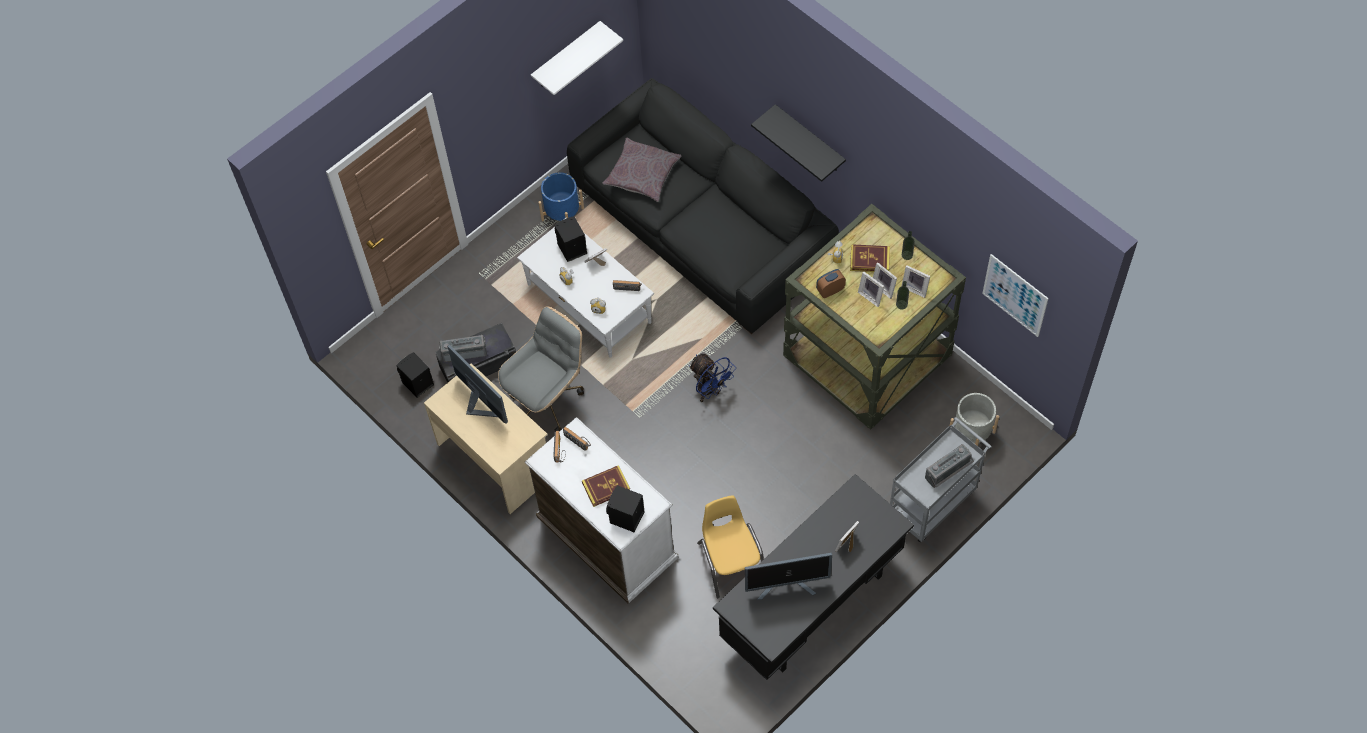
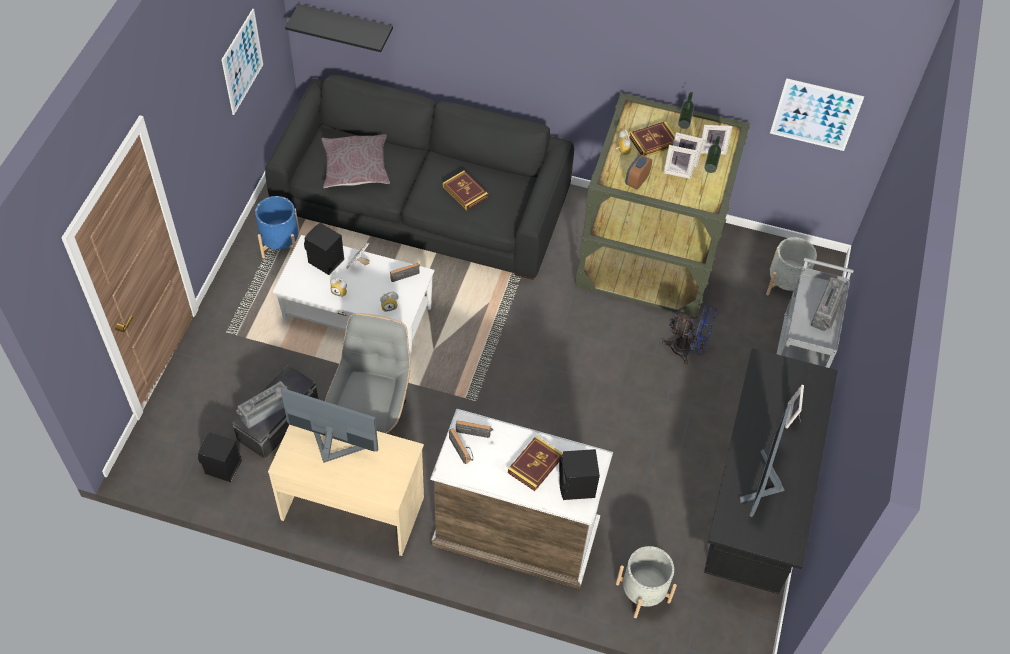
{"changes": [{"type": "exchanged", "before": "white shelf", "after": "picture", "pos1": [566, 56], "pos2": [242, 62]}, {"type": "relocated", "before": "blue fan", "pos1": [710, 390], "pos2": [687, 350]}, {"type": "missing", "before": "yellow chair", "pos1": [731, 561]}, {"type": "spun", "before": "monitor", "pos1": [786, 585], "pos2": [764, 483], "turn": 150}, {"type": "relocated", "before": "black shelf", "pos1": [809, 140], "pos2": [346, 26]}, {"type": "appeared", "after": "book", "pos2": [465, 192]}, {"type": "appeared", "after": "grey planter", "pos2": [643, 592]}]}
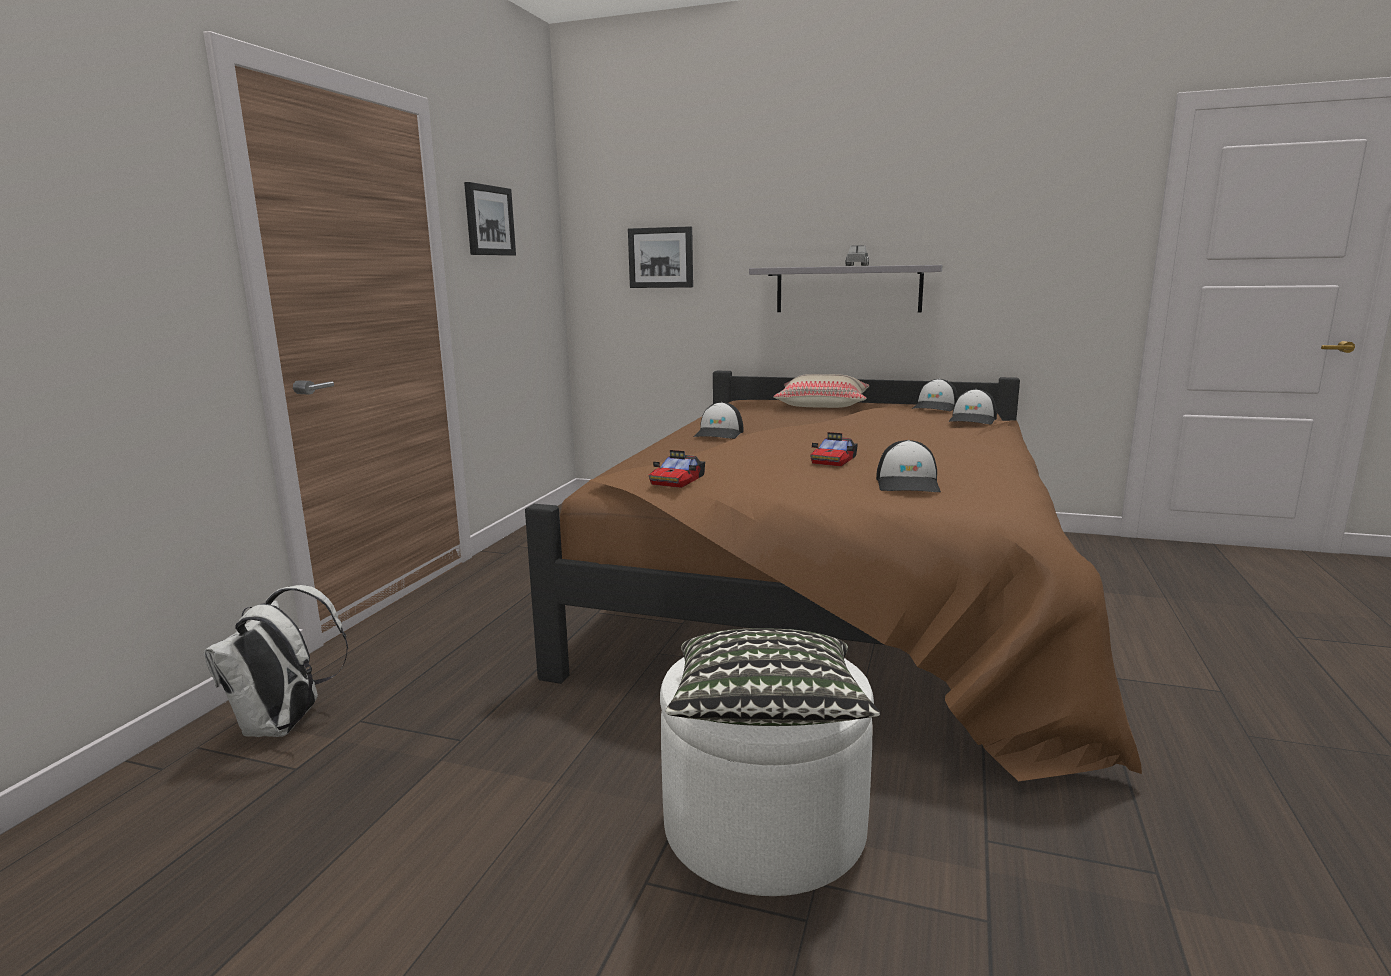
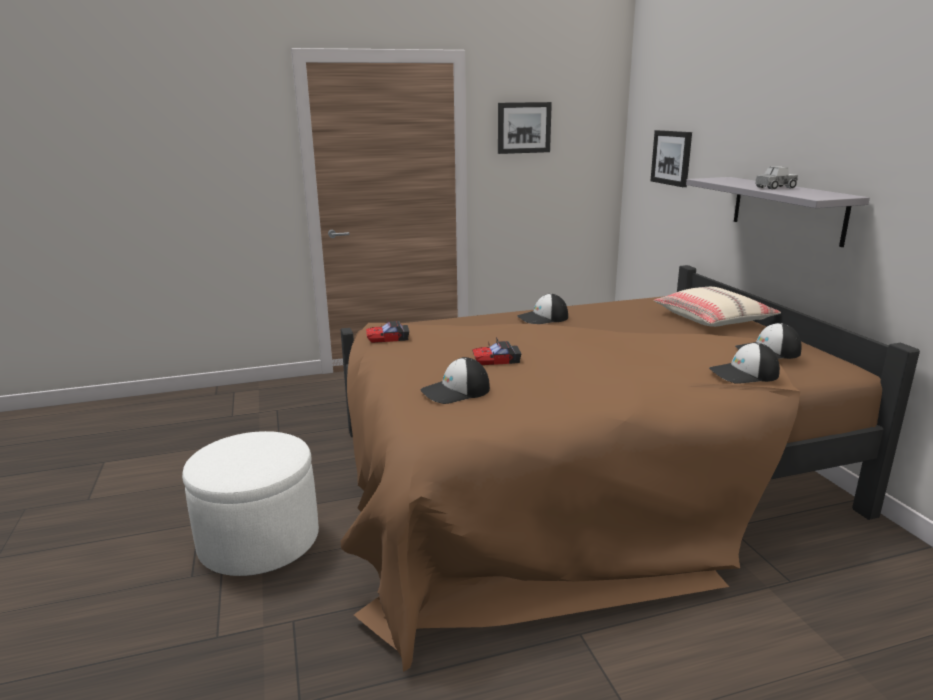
{"changes": [{"type": "missing", "before": "white backpack", "pos1": [285, 726]}, {"type": "missing", "before": "pillow", "pos1": [766, 713]}]}
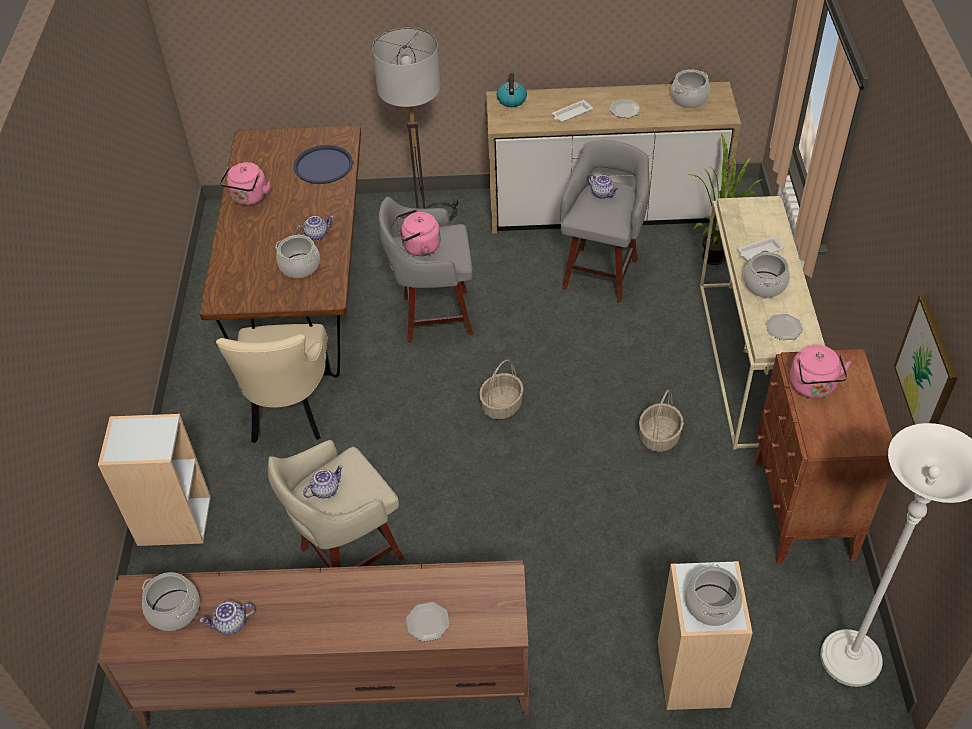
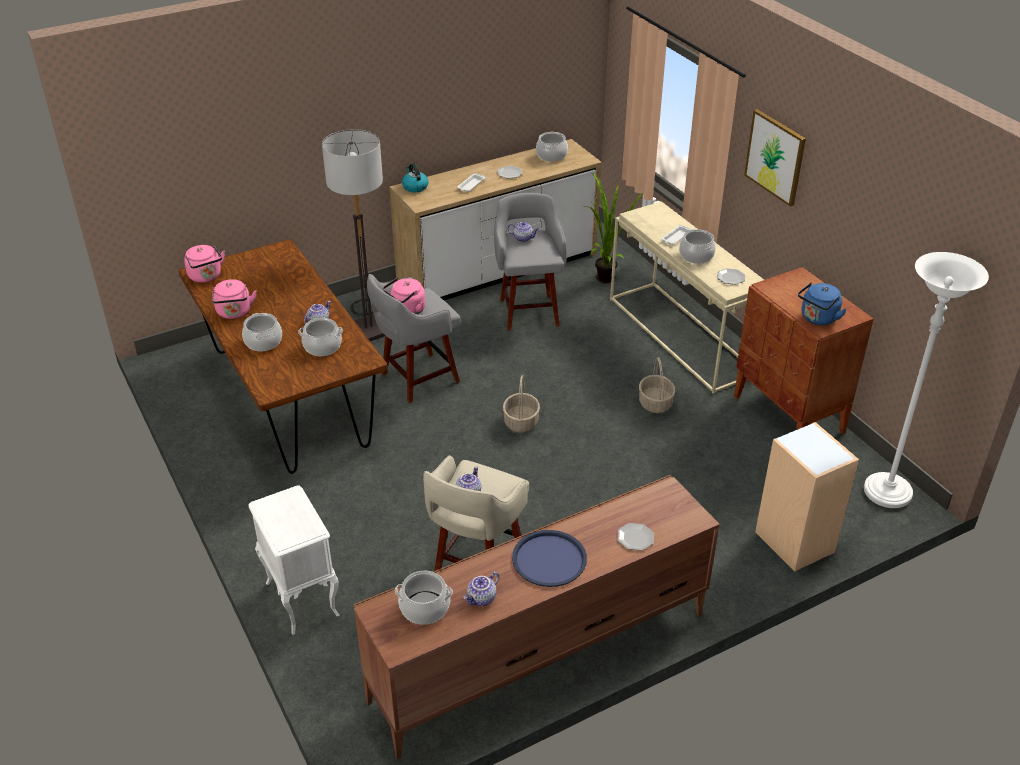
{"changes": [{"type": "exchanged", "before": "bookcase", "after": "white nightstand", "pos1": [173, 520], "pos2": [301, 599]}, {"type": "missing", "before": "beige chair", "pos1": [289, 405]}, {"type": "relocated", "before": "blue tray", "pos1": [323, 165], "pos2": [549, 559]}, {"type": "relocated", "before": "cooking pot", "pos1": [712, 605], "pos2": [264, 342]}, {"type": "relocated", "before": "pink kettle", "pos1": [813, 387], "pos2": [206, 277]}, {"type": "relocated", "before": "picture", "pos1": [927, 371], "pos2": [775, 157]}, {"type": "appeared", "after": "blue kettle", "pos2": [817, 319]}]}
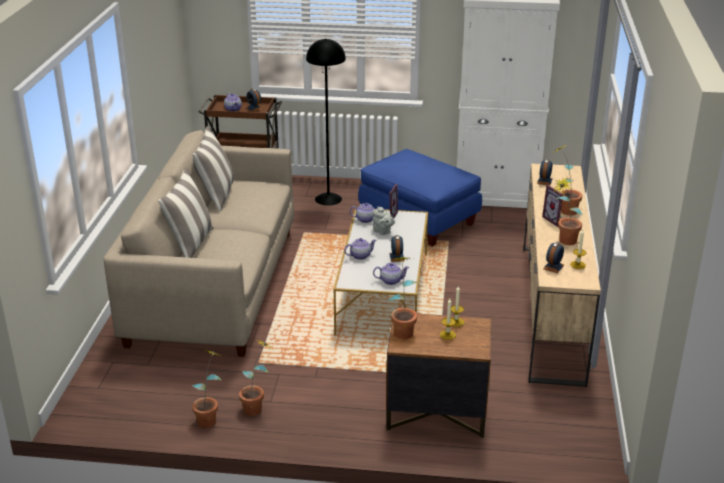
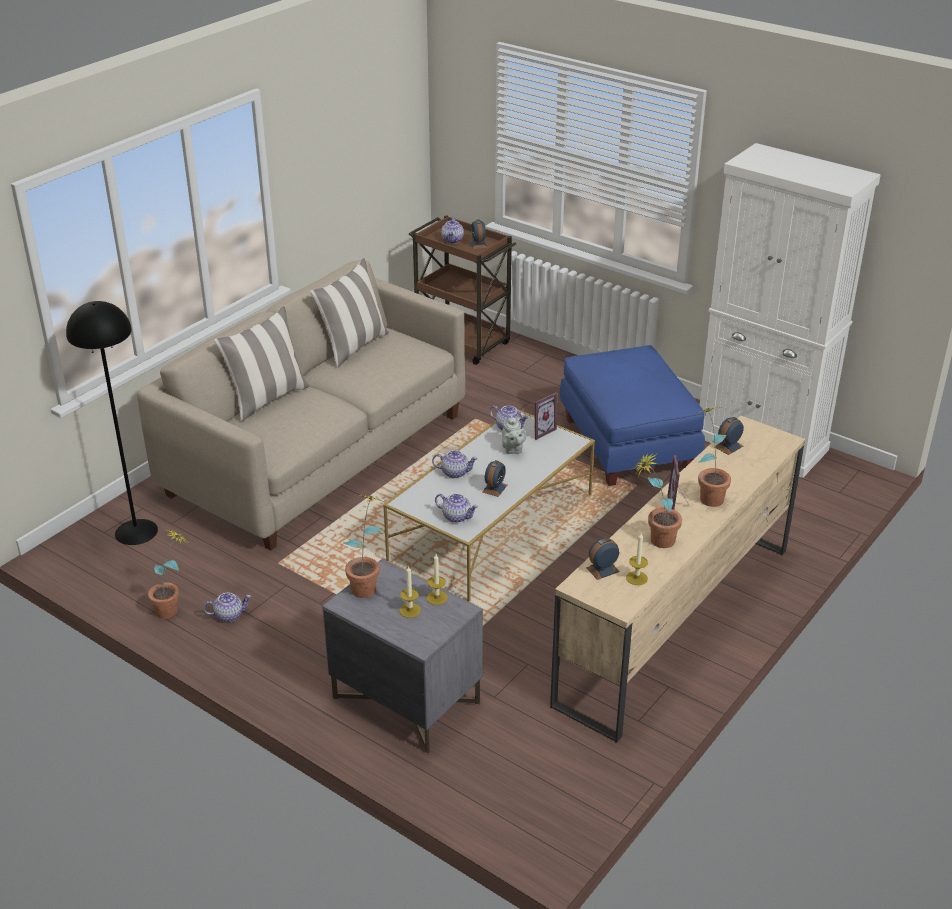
{"changes": [{"type": "exchanged", "before": "potted plant", "after": "teapot", "pos1": [257, 407], "pos2": [229, 615]}, {"type": "relocated", "before": "black floor lamp", "pos1": [328, 199], "pos2": [136, 531]}, {"type": "colour", "before": "brown nightstand", "after": "grey nightstand", "pos1": [435, 413], "pos2": [405, 700]}]}
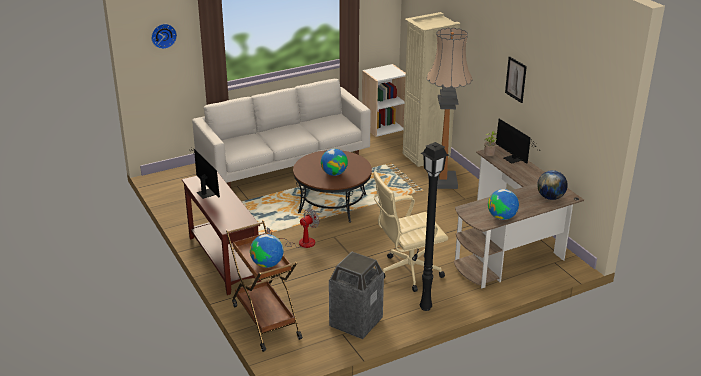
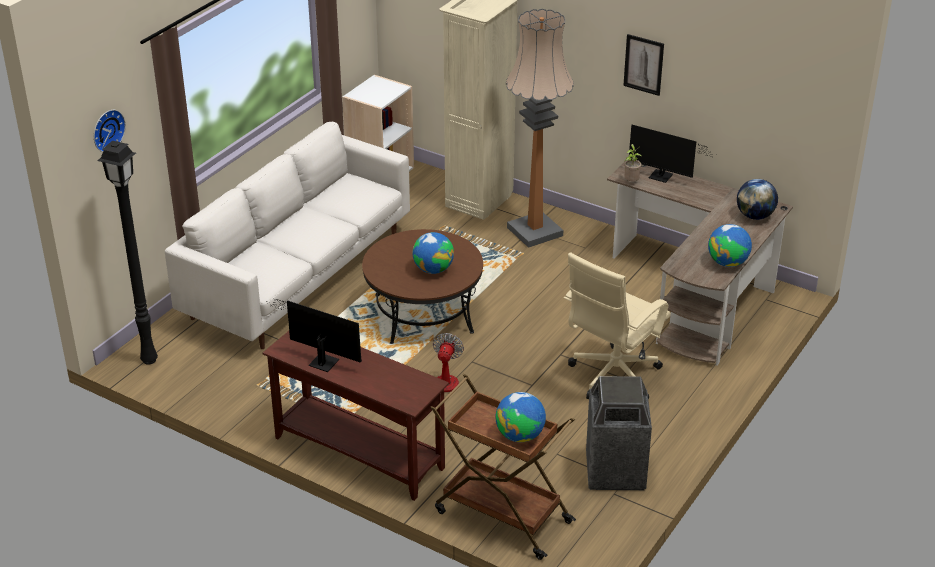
{"changes": [{"type": "relocated", "before": "black floor lamp", "pos1": [424, 307], "pos2": [148, 360]}]}
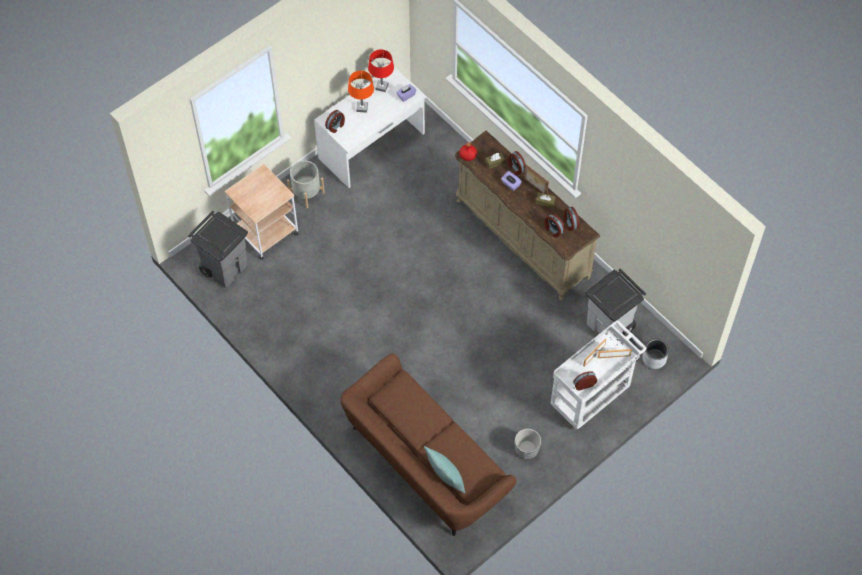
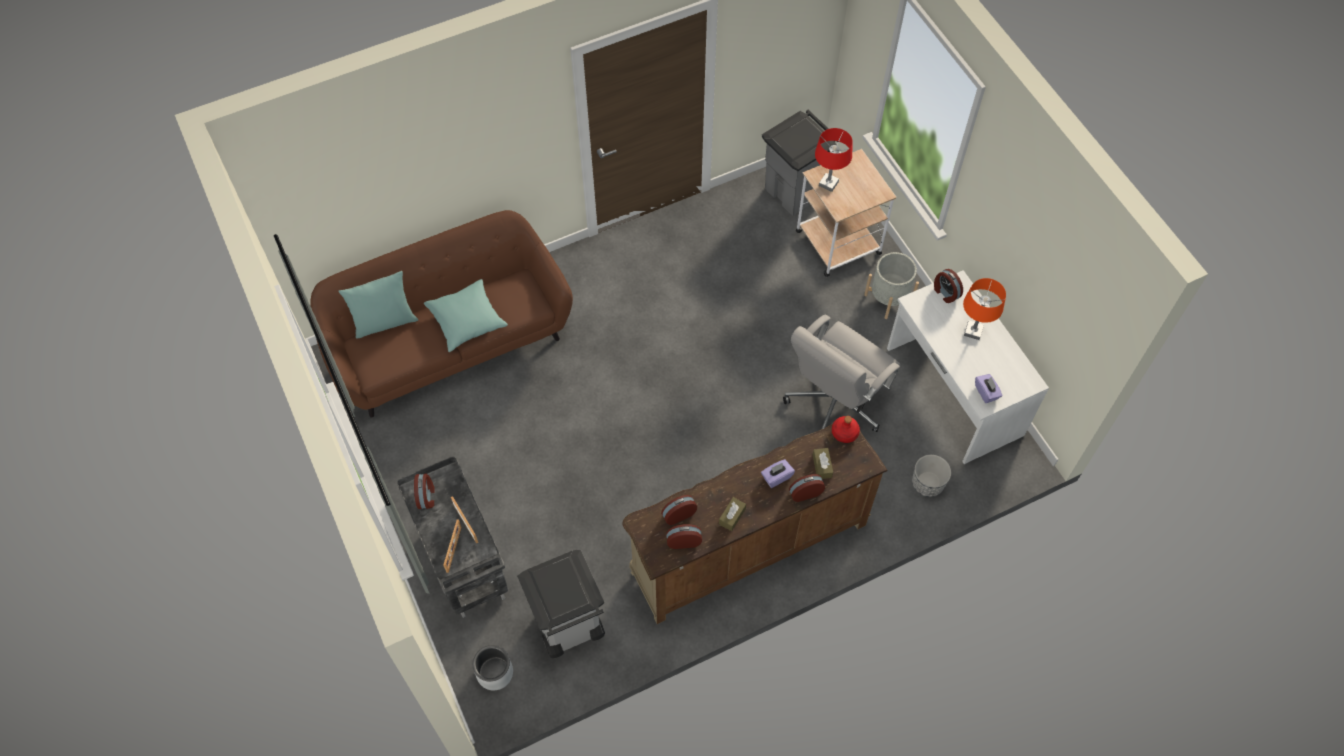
{"changes": [{"type": "relocated", "before": "red table lamp", "pos1": [381, 87], "pos2": [828, 183]}, {"type": "relocated", "before": "planter", "pos1": [526, 449], "pos2": [927, 483]}, {"type": "missing", "before": "picture frame", "pos1": [535, 187]}, {"type": "colour", "before": "white cart", "after": "black cart", "pos1": [592, 396], "pos2": [466, 568]}, {"type": "appeared", "after": "turquoise pillow", "pos2": [467, 320]}, {"type": "appeared", "after": "grey office chair", "pos2": [835, 402]}]}
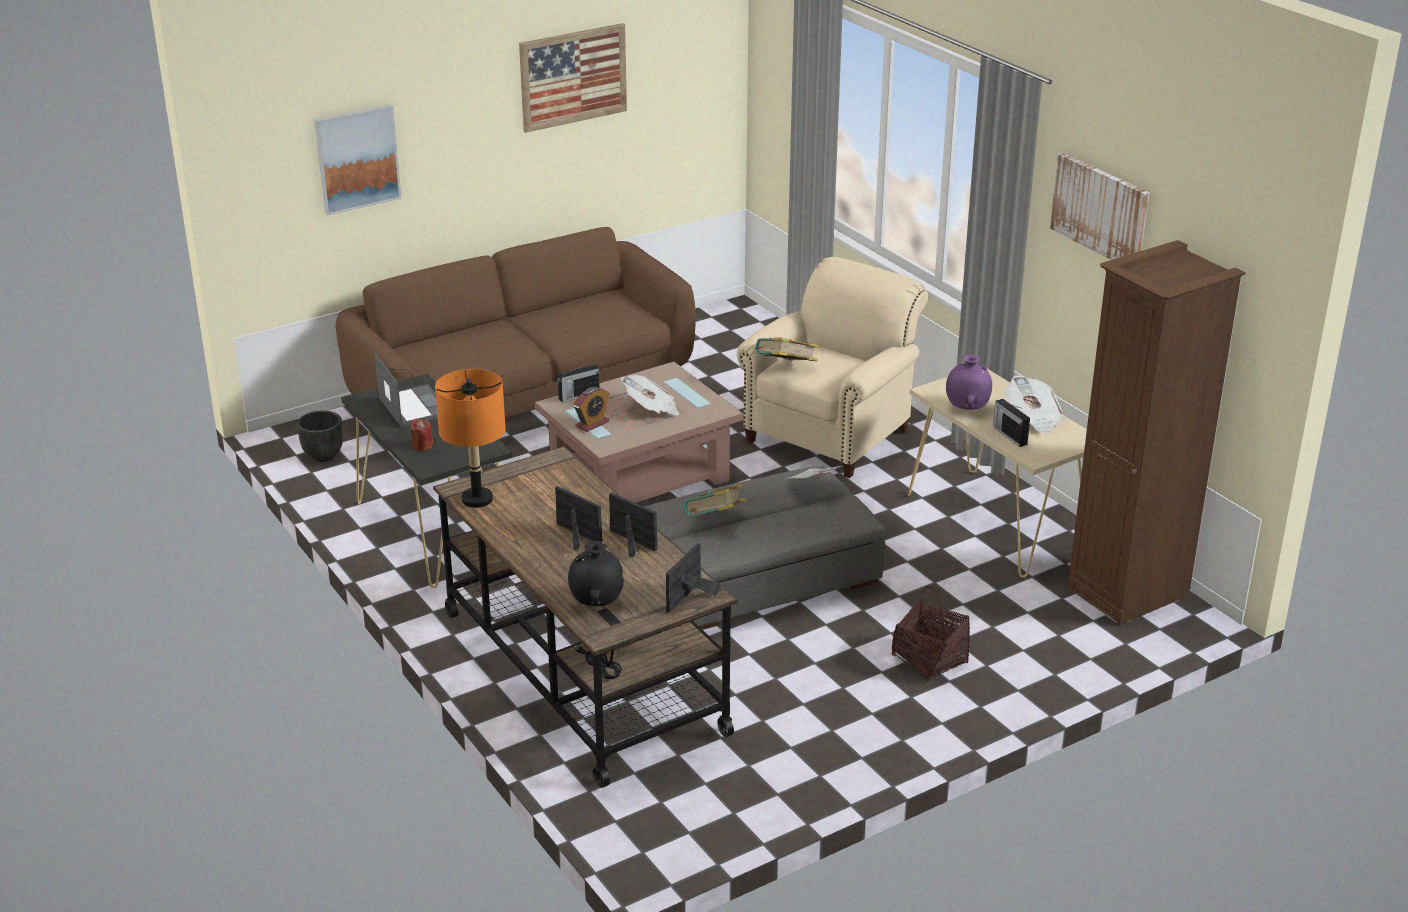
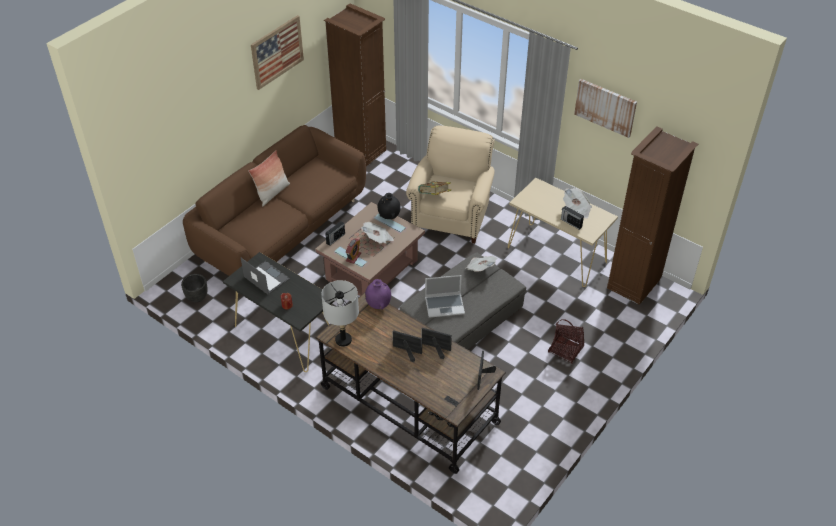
{"changes": [{"type": "missing", "before": "picture", "pos1": [357, 158]}, {"type": "colour", "before": "orange table lamp", "after": "grey table lamp", "pos1": [476, 499], "pos2": [343, 340]}, {"type": "relocated", "before": "black vase", "pos1": [597, 603], "pos2": [389, 217]}, {"type": "exchanged", "before": "book", "after": "laptop", "pos1": [714, 521], "pos2": [445, 305]}, {"type": "relocated", "before": "purple vase", "pos1": [967, 409], "pos2": [378, 304]}, {"type": "appeared", "after": "pillow", "pos2": [272, 193]}, {"type": "appeared", "after": "brown cabinet", "pos2": [361, 151]}]}
